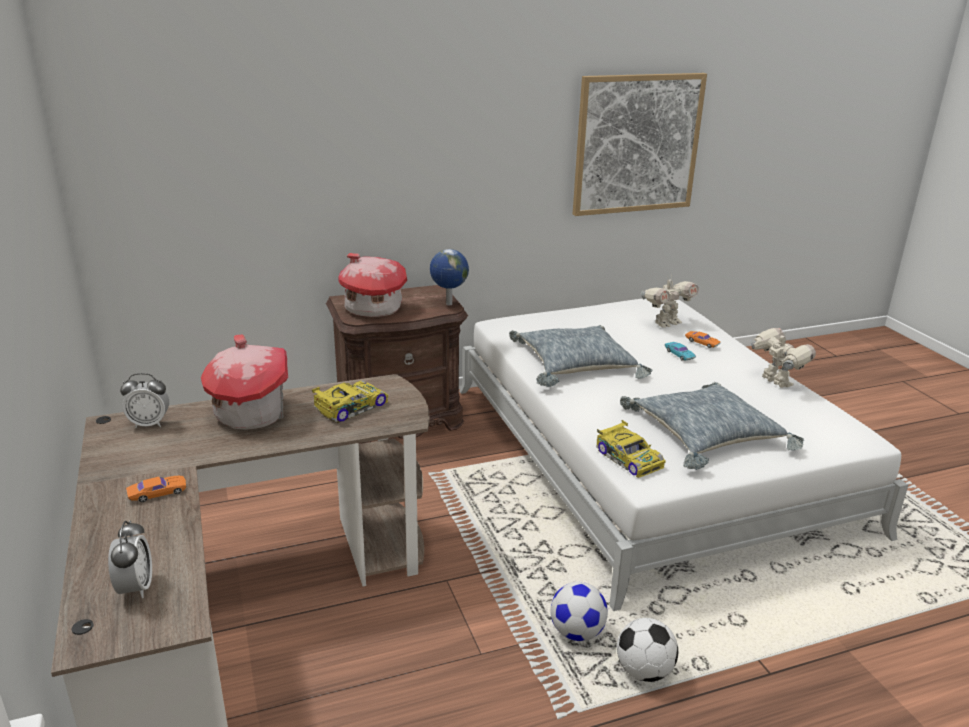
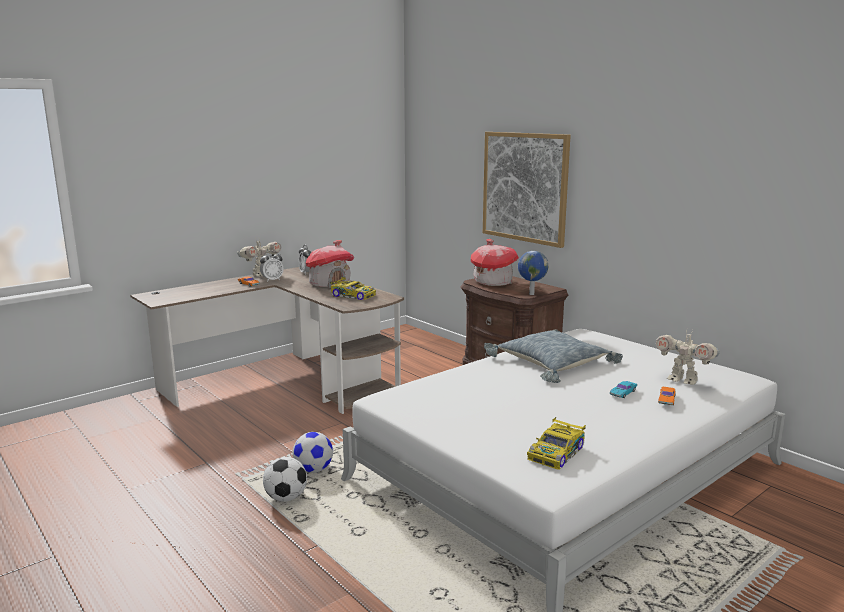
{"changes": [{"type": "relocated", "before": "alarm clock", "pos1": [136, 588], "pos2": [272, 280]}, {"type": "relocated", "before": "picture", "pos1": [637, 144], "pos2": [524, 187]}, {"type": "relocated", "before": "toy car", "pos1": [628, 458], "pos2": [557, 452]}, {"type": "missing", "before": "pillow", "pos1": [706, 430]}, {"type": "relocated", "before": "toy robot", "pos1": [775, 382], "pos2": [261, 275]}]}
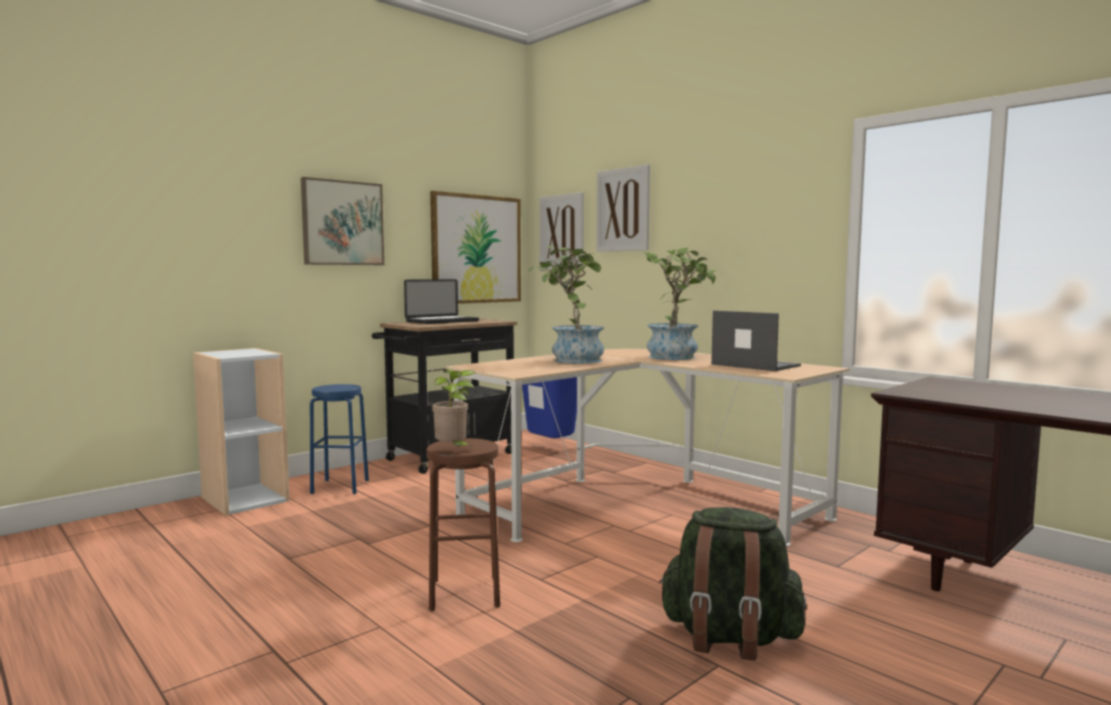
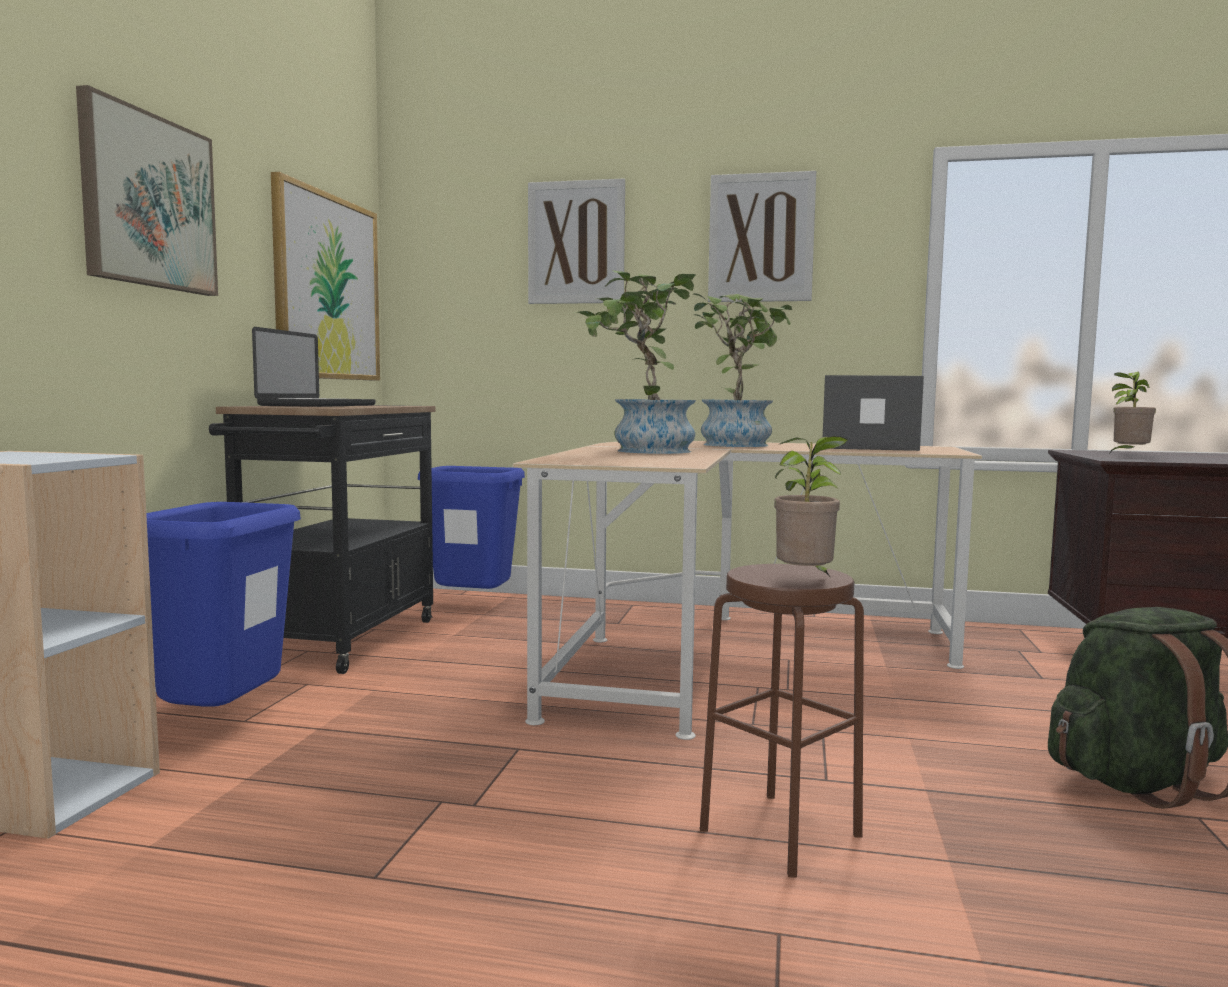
{"changes": [{"type": "exchanged", "before": "blue stool", "after": "blue trash can", "pos1": [340, 486], "pos2": [224, 724]}, {"type": "relocated", "before": "picture", "pos1": [561, 232], "pos2": [761, 238]}, {"type": "appeared", "after": "potted plant", "pos2": [1128, 455]}]}
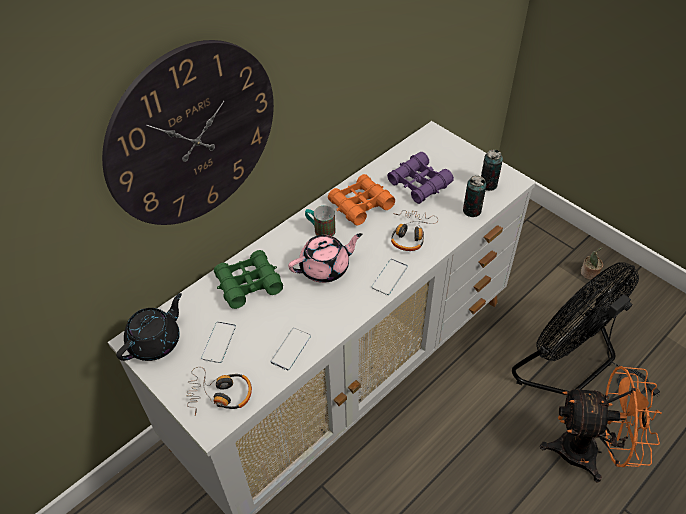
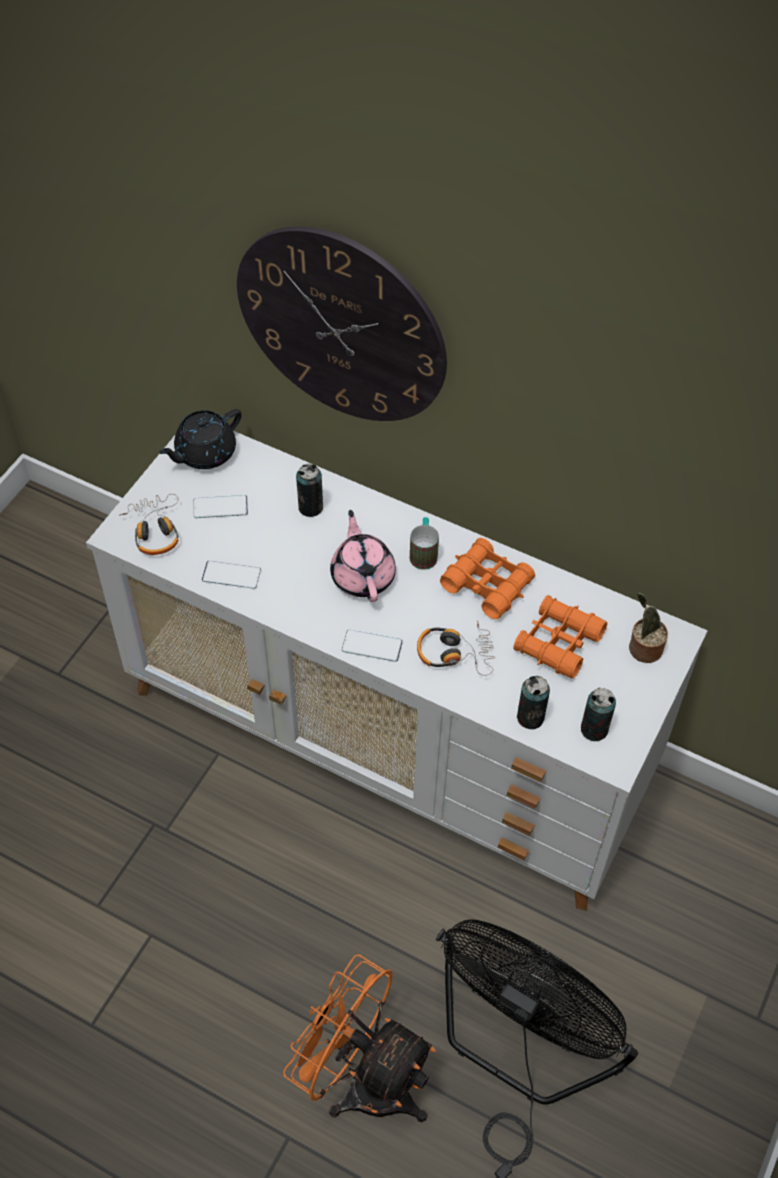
{"changes": [{"type": "spun", "before": "black teapot", "pos1": [156, 342], "pos2": [204, 453], "turn": 120}, {"type": "exchanged", "before": "green binoculars", "after": "can", "pos1": [248, 284], "pos2": [310, 507]}, {"type": "spun", "before": "pink teapot", "pos1": [325, 268], "pos2": [363, 575], "turn": -150}, {"type": "colour", "before": "purple binoculars", "after": "orange binoculars", "pos1": [419, 183], "pos2": [558, 642]}, {"type": "spun", "before": "orange fan", "pos1": [588, 451], "pos2": [364, 1079], "turn": 135}, {"type": "relocated", "before": "potted plant", "pos1": [589, 273], "pos2": [643, 648]}]}
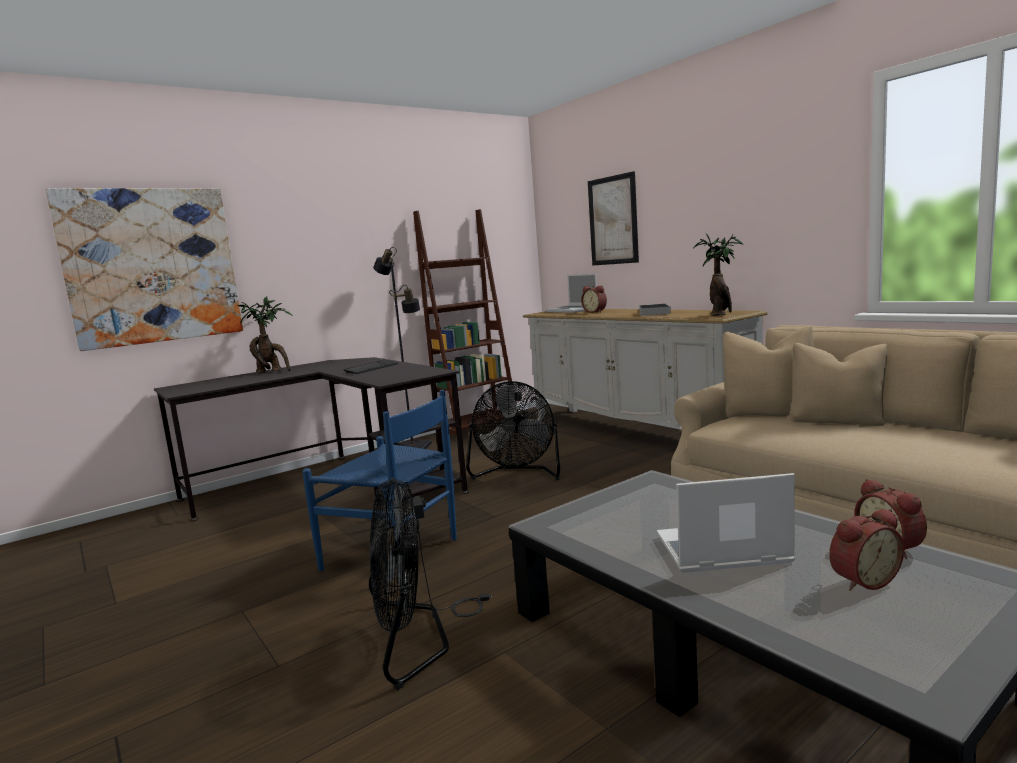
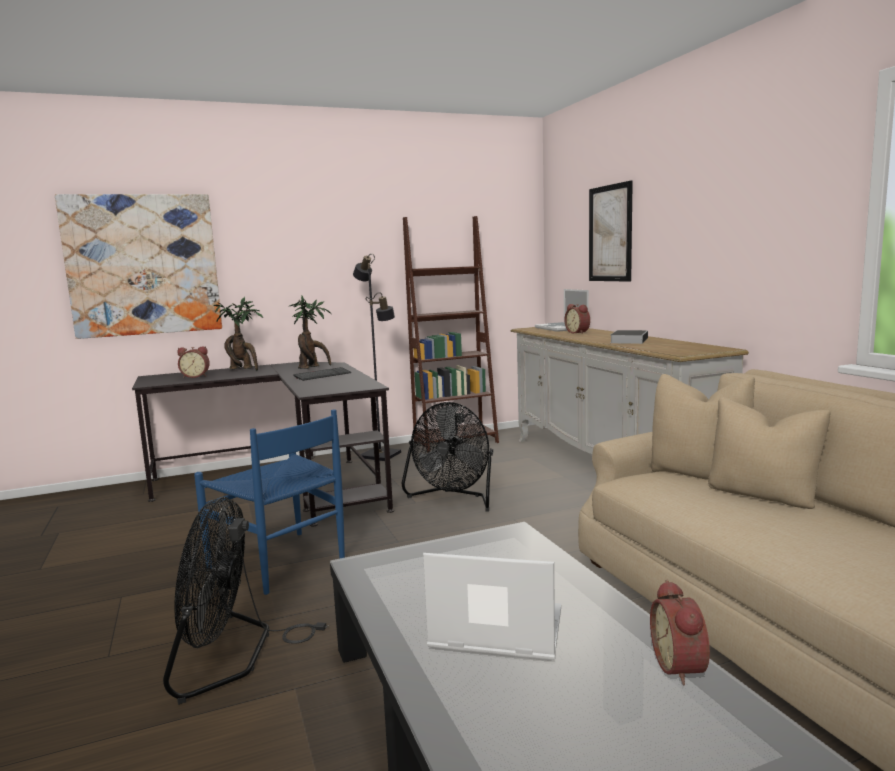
{"changes": [{"type": "relocated", "before": "potted plant", "pos1": [720, 315], "pos2": [312, 367]}, {"type": "relocated", "before": "alarm clock", "pos1": [861, 580], "pos2": [195, 376]}]}
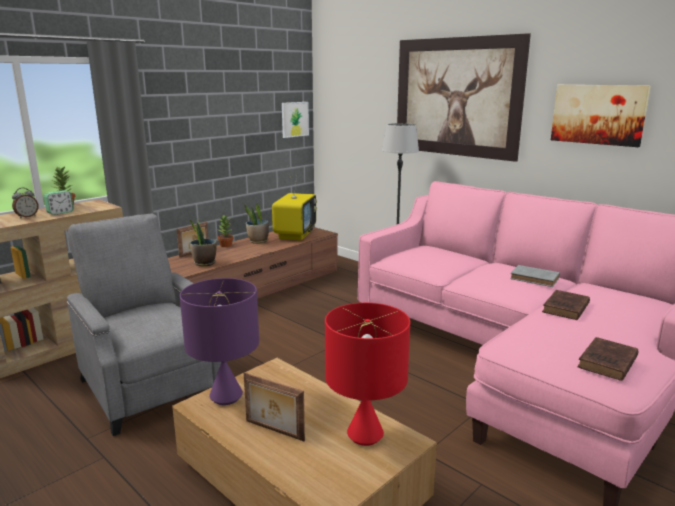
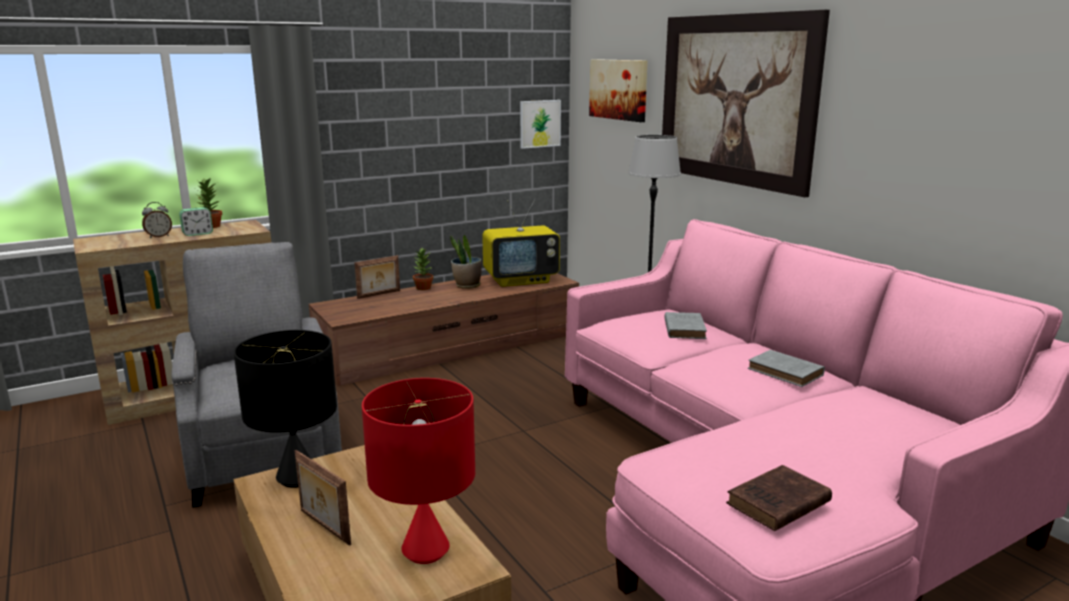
{"changes": [{"type": "colour", "before": "purple table lamp", "after": "black table lamp", "pos1": [226, 398], "pos2": [297, 479]}, {"type": "missing", "before": "potted plant", "pos1": [204, 263]}, {"type": "spun", "before": "television", "pos1": [295, 234], "pos2": [521, 280], "turn": 45}, {"type": "missing", "before": "brown book", "pos1": [565, 308]}, {"type": "relocated", "before": "picture", "pos1": [598, 114], "pos2": [618, 89]}, {"type": "appeared", "after": "grey book", "pos2": [684, 328]}]}
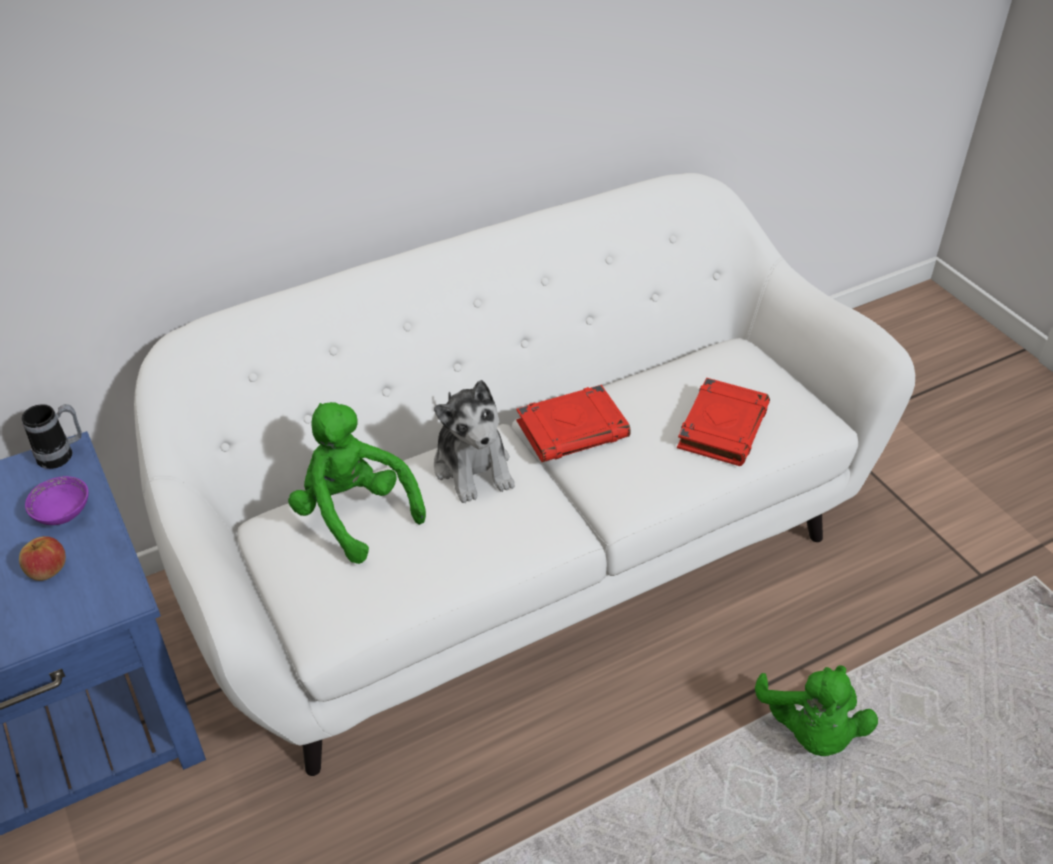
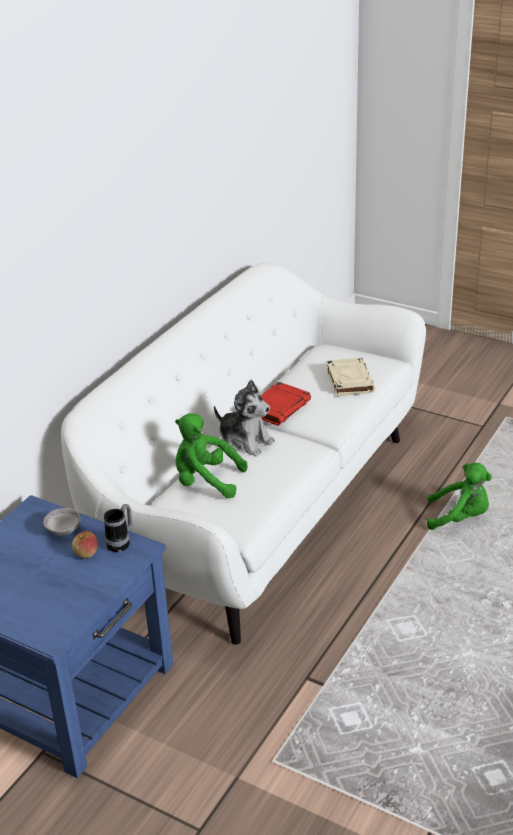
{"changes": [{"type": "relocated", "before": "mug", "pos1": [62, 455], "pos2": [121, 542]}, {"type": "colour", "before": "purple bowl", "after": "grey bowl", "pos1": [62, 512], "pos2": [63, 530]}, {"type": "colour", "before": "red book", "after": "beige book", "pos1": [722, 426], "pos2": [349, 380]}, {"type": "spun", "before": "green plush toy", "pos1": [810, 730], "pos2": [460, 517], "turn": -45}]}
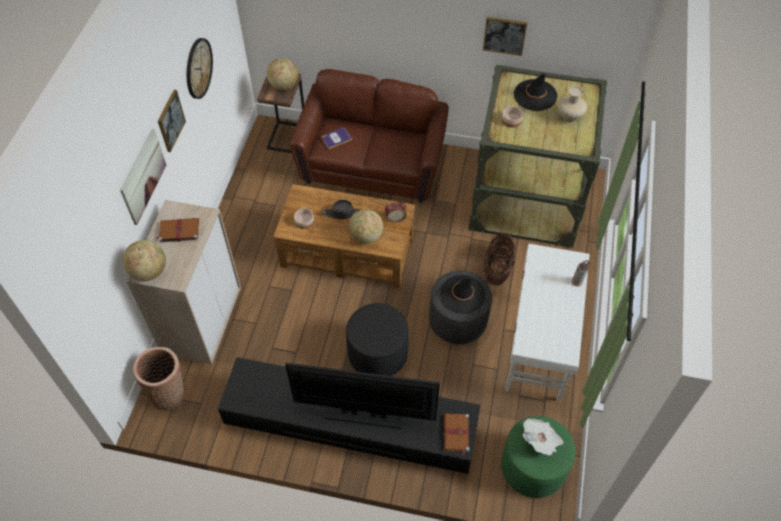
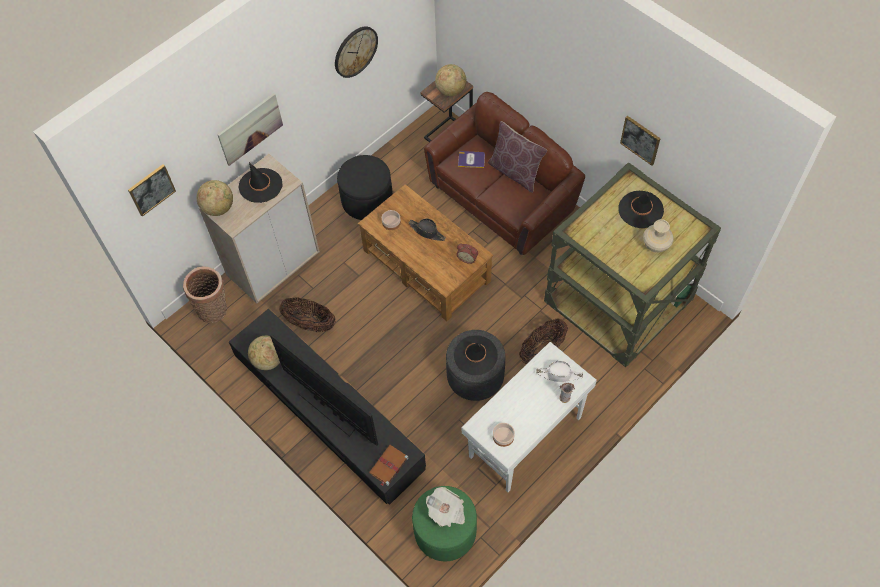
{"changes": [{"type": "exchanged", "before": "brown book", "after": "black hat", "pos1": [178, 231], "pos2": [260, 185]}, {"type": "relocated", "before": "picture", "pos1": [170, 120], "pos2": [151, 189]}, {"type": "relocated", "before": "black ottoman", "pos1": [377, 353], "pos2": [367, 200]}, {"type": "relocated", "before": "globe", "pos1": [366, 236], "pos2": [268, 360]}, {"type": "relocated", "before": "bowl", "pos1": [511, 120], "pos2": [503, 436]}, {"type": "appeared", "after": "basket", "pos2": [310, 323]}, {"type": "appeared", "after": "brown pillow", "pos2": [515, 172]}, {"type": "appeared", "after": "white hat", "pos2": [559, 374]}]}
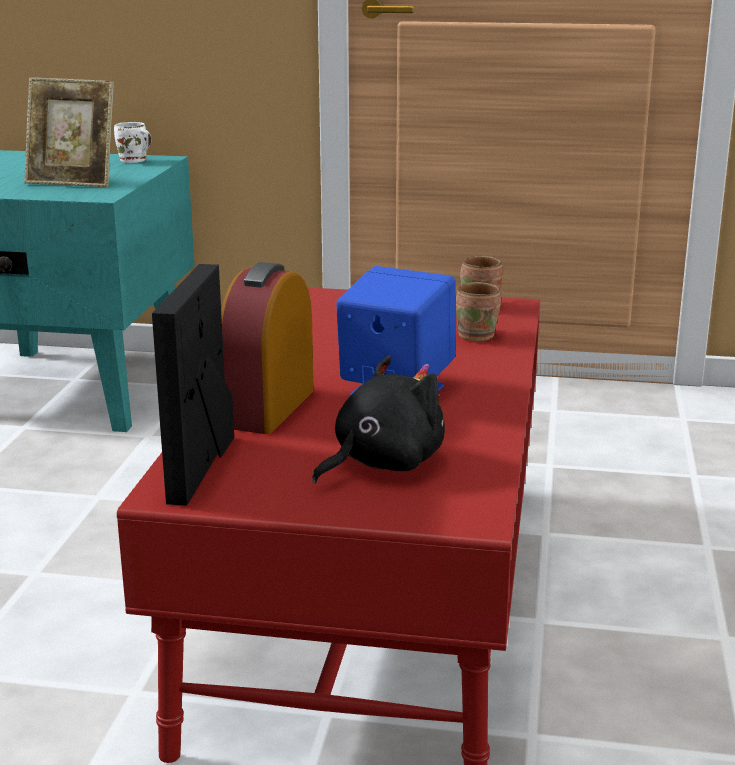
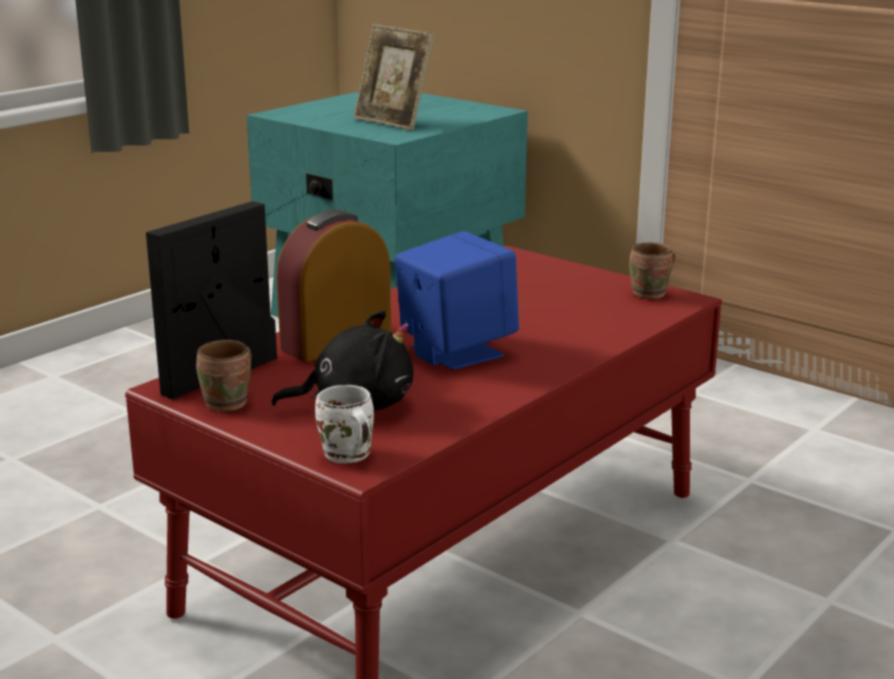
{"changes": [{"type": "relocated", "before": "white mug", "pos1": [133, 161], "pos2": [346, 456]}, {"type": "relocated", "before": "brown mug", "pos1": [478, 335], "pos2": [230, 403]}]}
